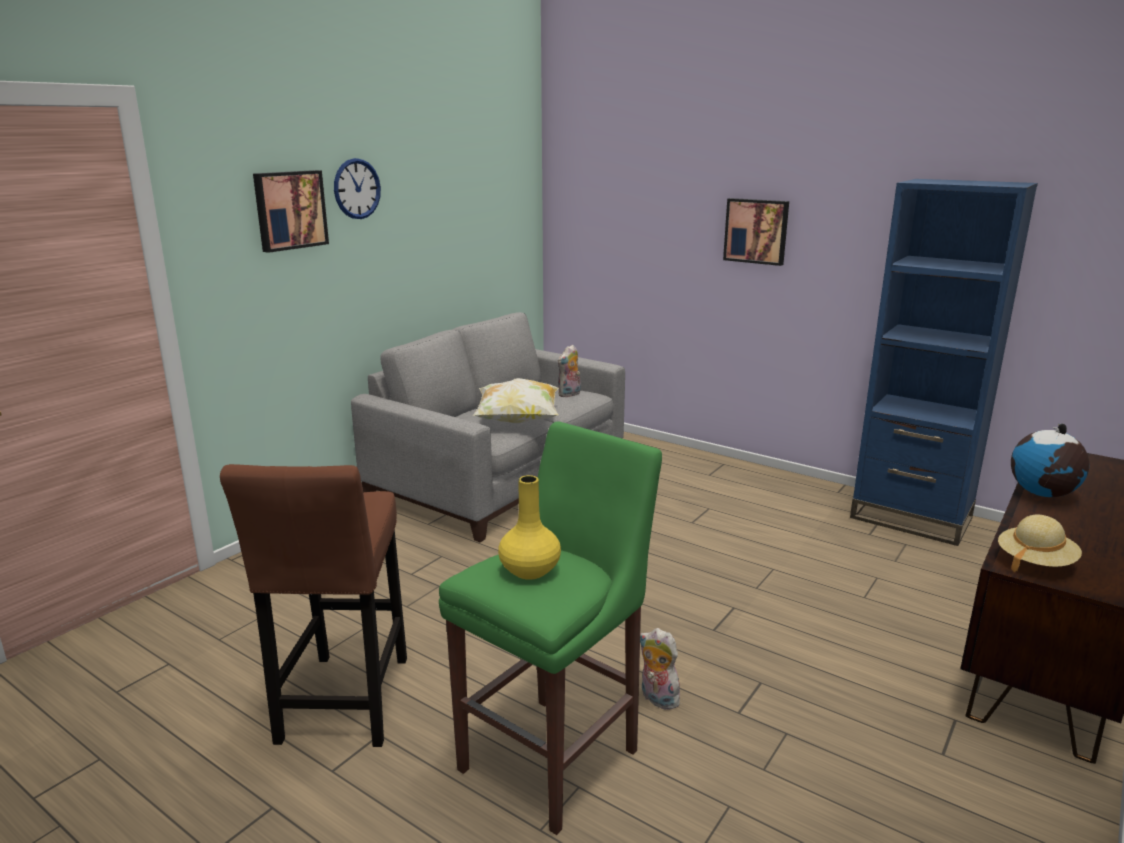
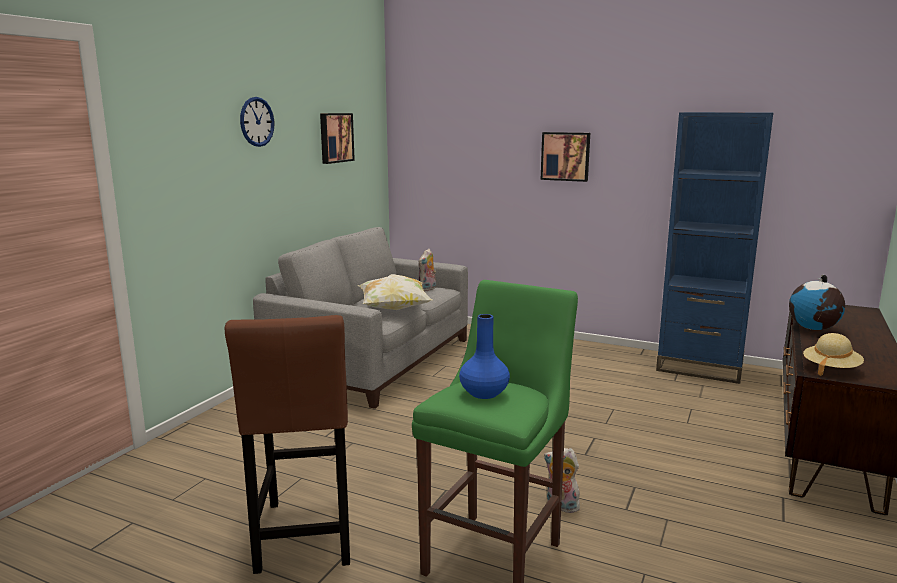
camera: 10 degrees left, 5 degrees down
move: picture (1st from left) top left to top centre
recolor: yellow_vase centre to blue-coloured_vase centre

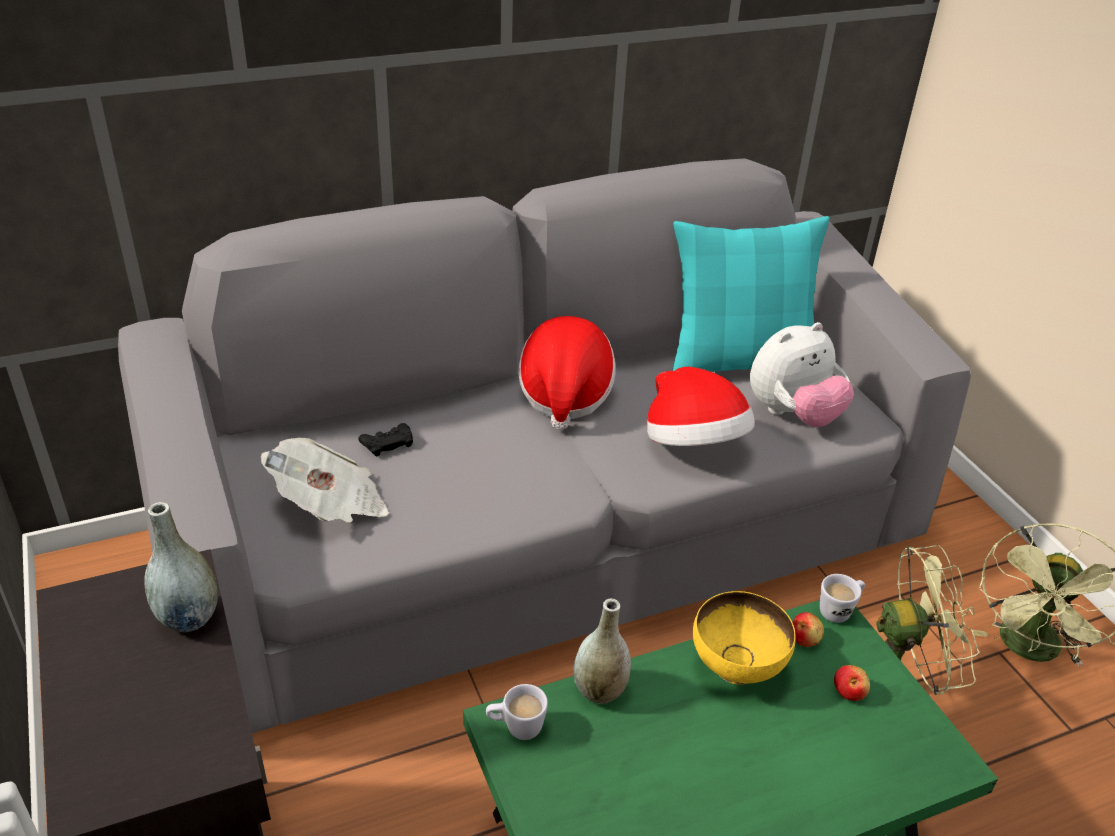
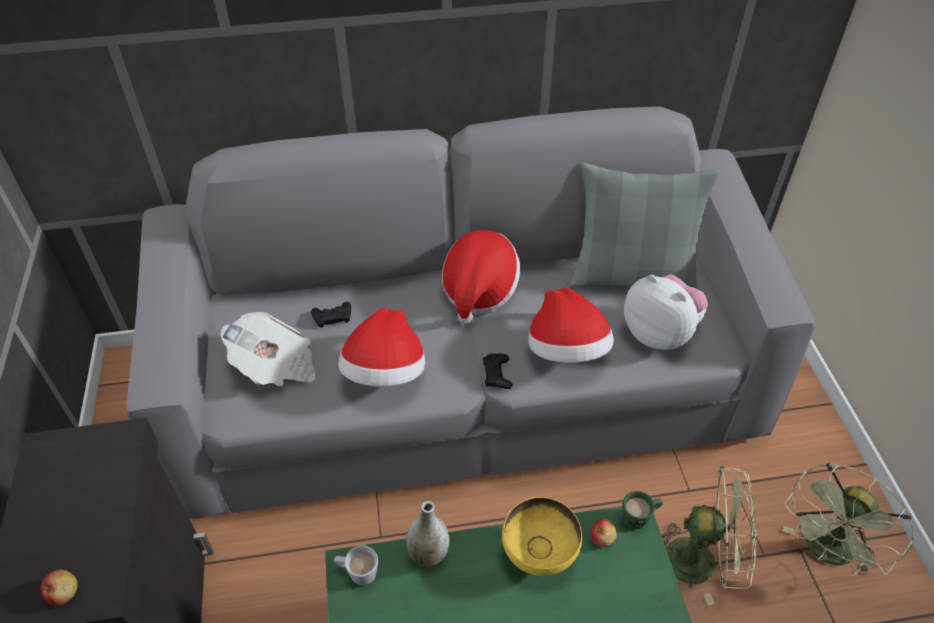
camera: 15 degrees right, 10 degrees up
delete: greyish_vase (1st from left) bottom left
insert: wearable_hat (1st from left) centre; blackish_game_controller (2nd from left) centre
move: apple_fruit (2nd from left in the first image) bottom right to apple_fruit (1st from left) bottom left
recolor: blue-green_cushion middle right to greyish_cushion middle right; whitish_coffee_mug (2nd from left) bottom right to green-coloured_coffee_mug bottom right
rotate: soft_toy middle right = middle right 120 degrees counterclockwise

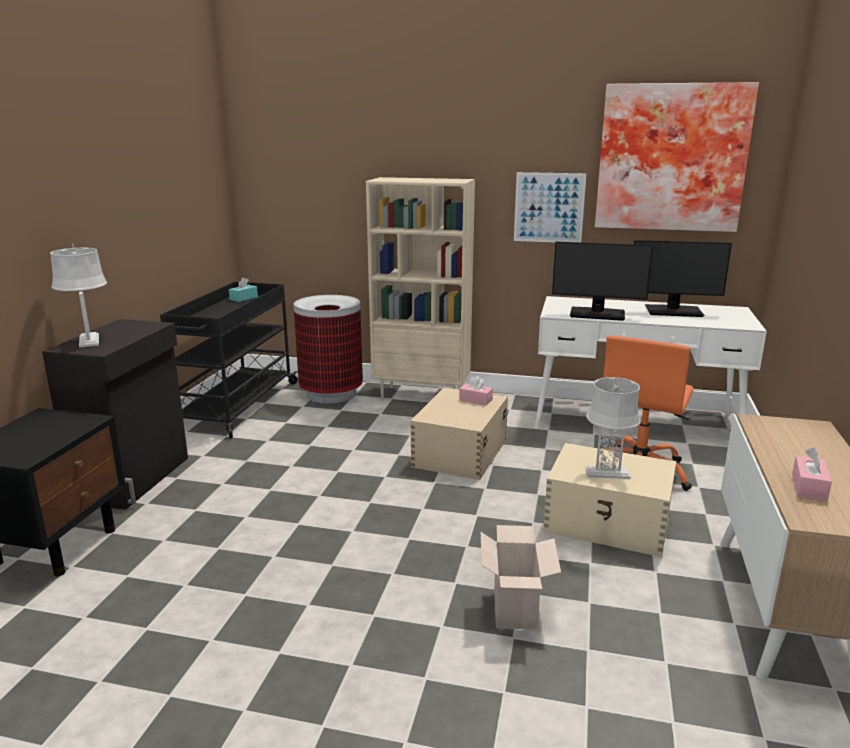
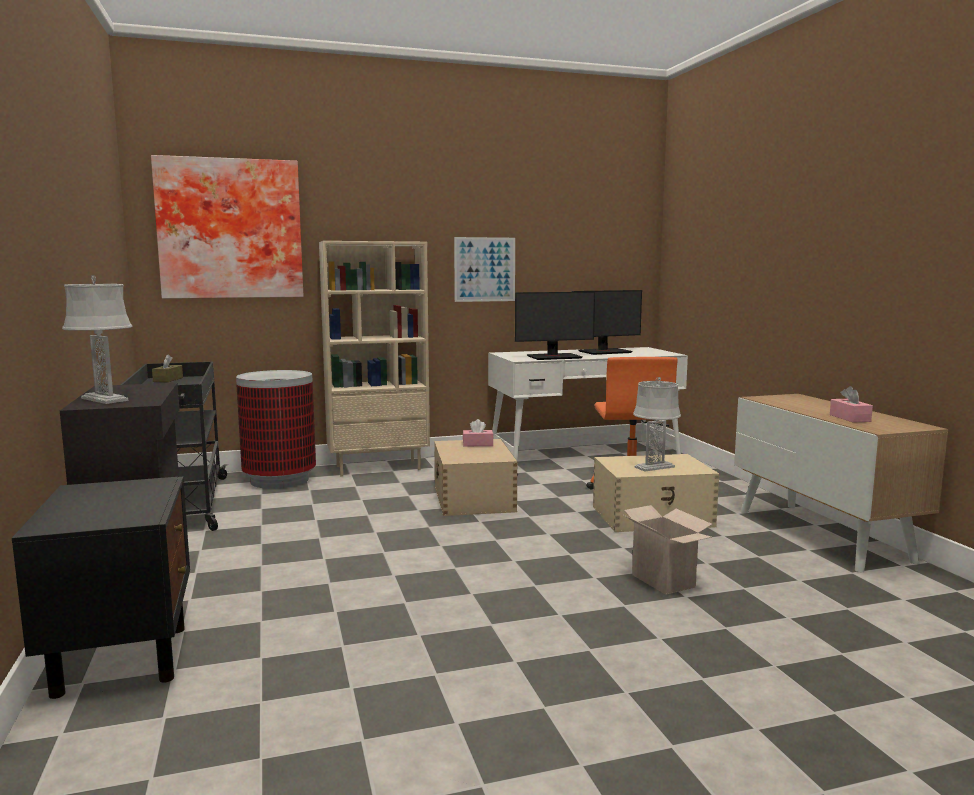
camera: 30 degrees left, 10 degrees down
move: picture (2nd from left in the first image) top right to picture (1st from left) top left
recolor: blue-green_tissue_holder middle left to brownish_tissue_holder middle left

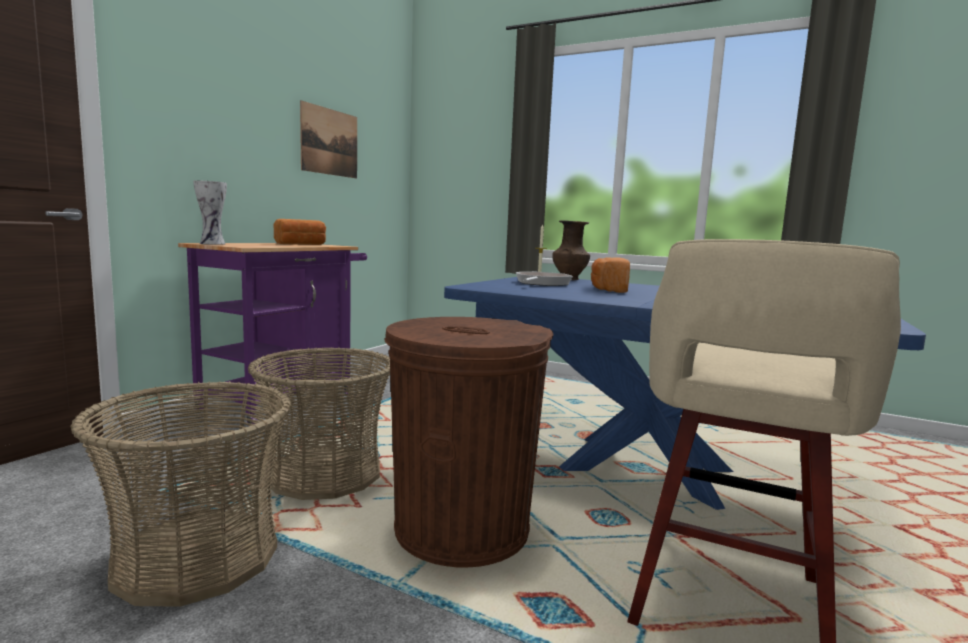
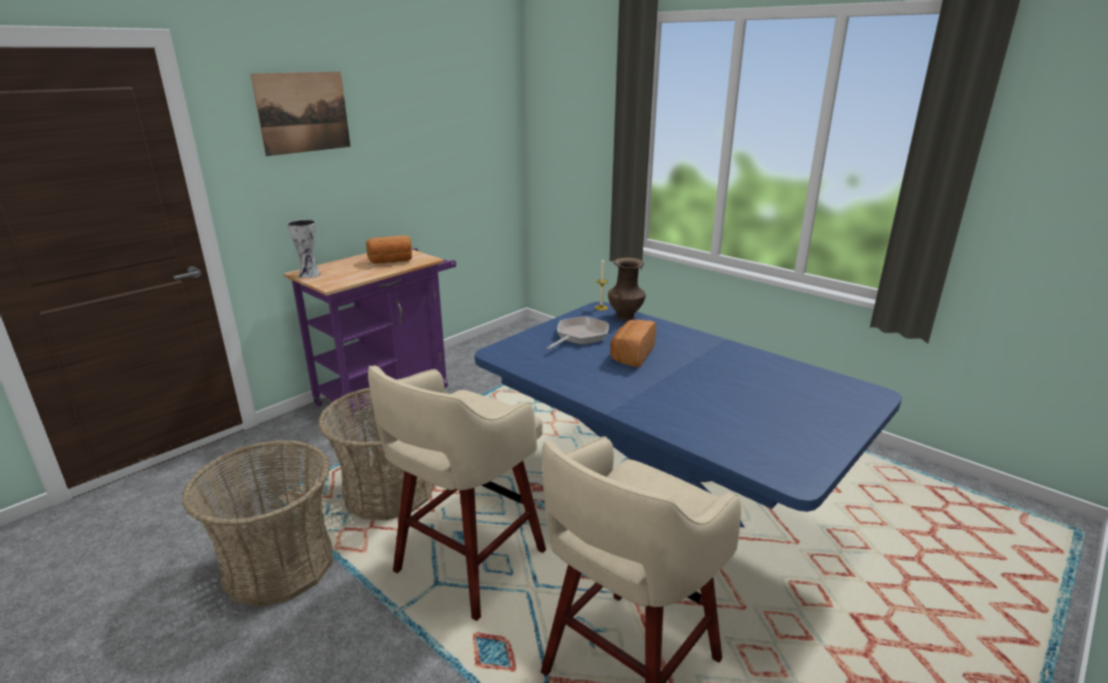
camera: 15 degrees right, 15 degrees up
move: picture top centre to top left
replace: brownish_waste_bin bottom centre to beige-coloured_sitting_stool (1st from left) bottom centre

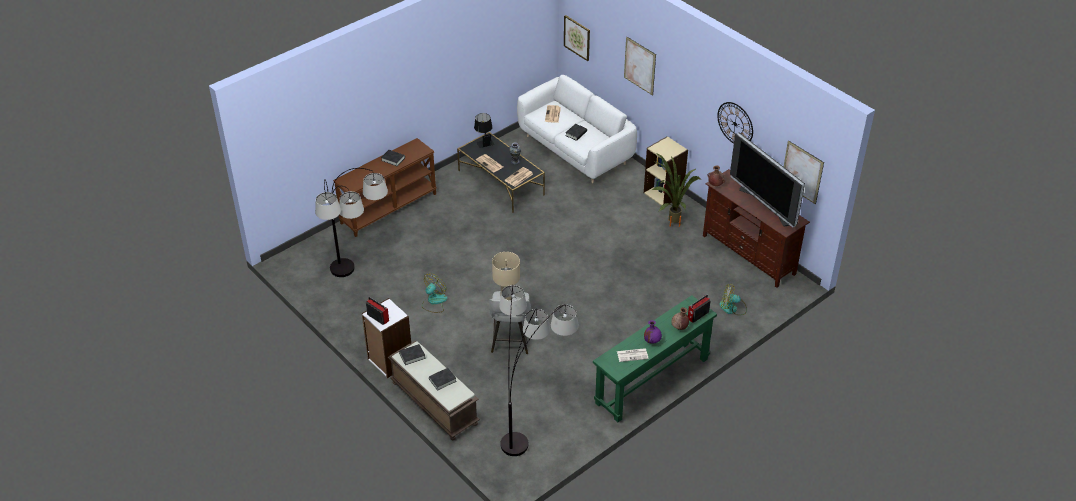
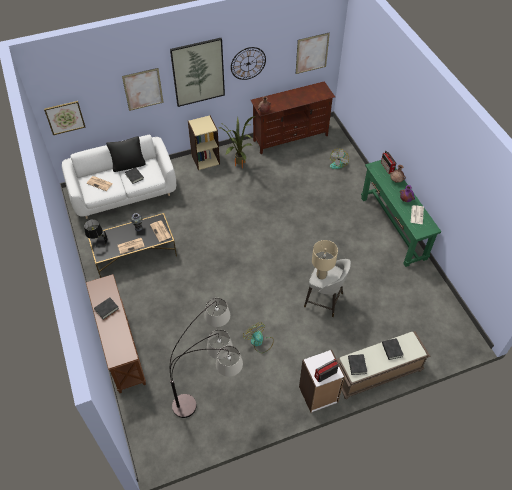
camera: 70 degrees left, 10 degrees up
delete: TV_set middle right; floor_lamp (2nd from left) bottom centre
insert: picture (3rd from left) top centre; blackish_cushion top left

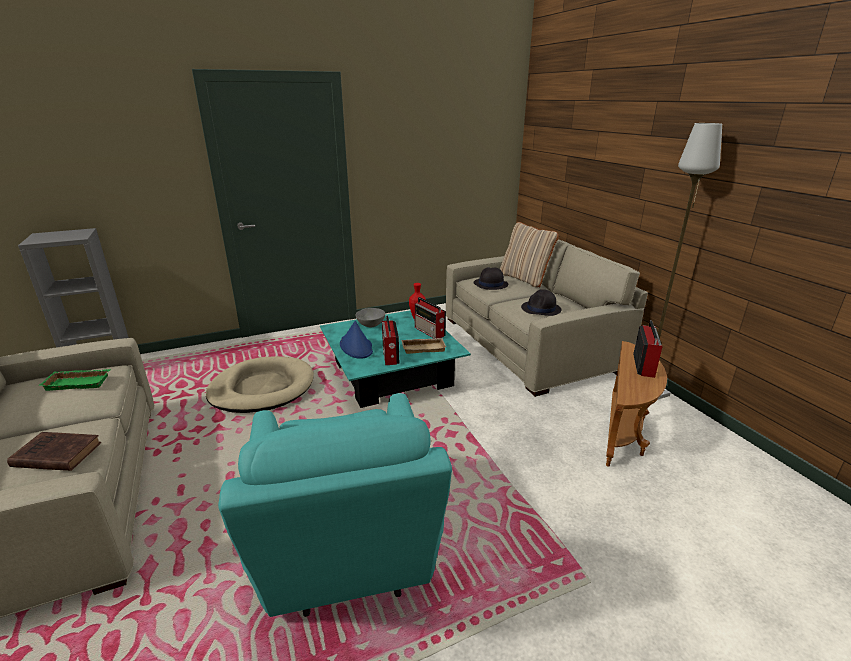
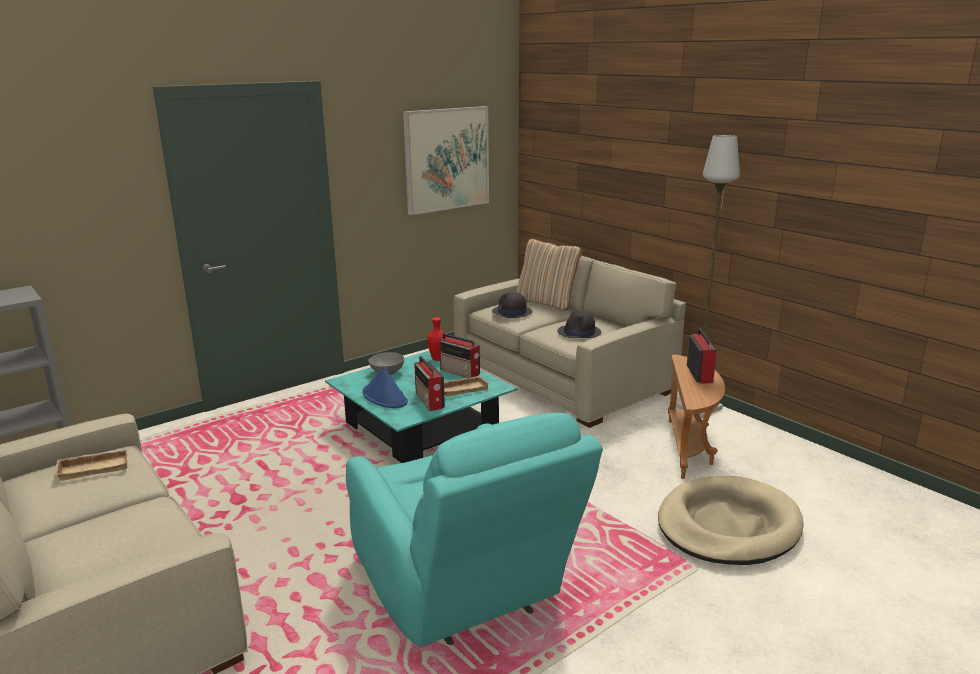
camera: 15 degrees left, 5 degrees down
delete: brownish_volume bottom left
insert: picture top centre
move: beige-coloured_dog_cushion middle left to bottom right
recolor: green-coloured_serving_tray middle left to beige-coloured_serving_tray (1st from left) bottom left

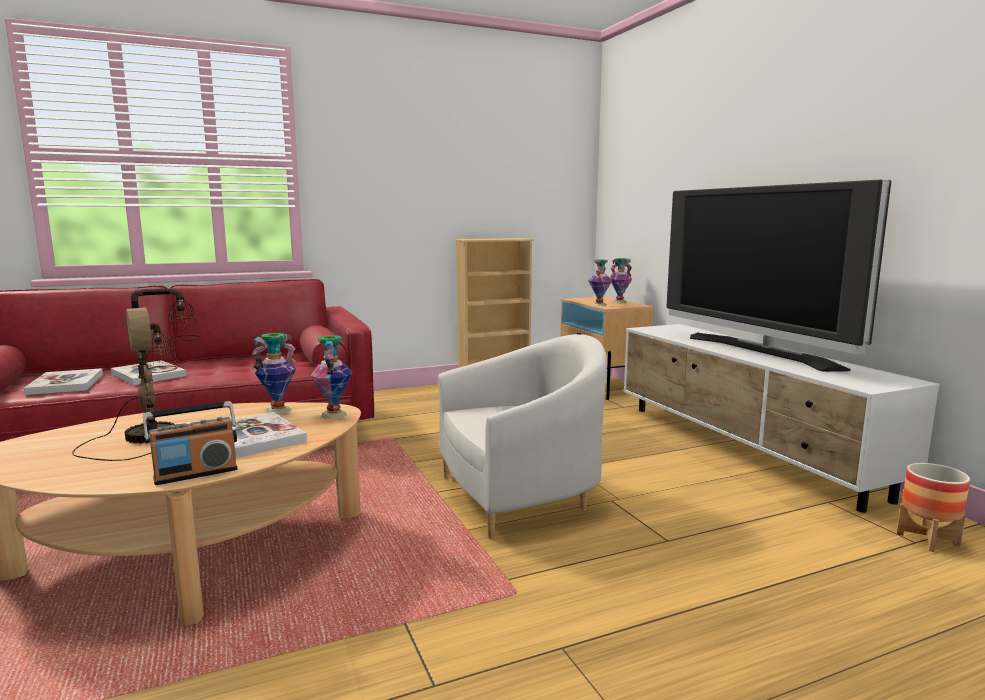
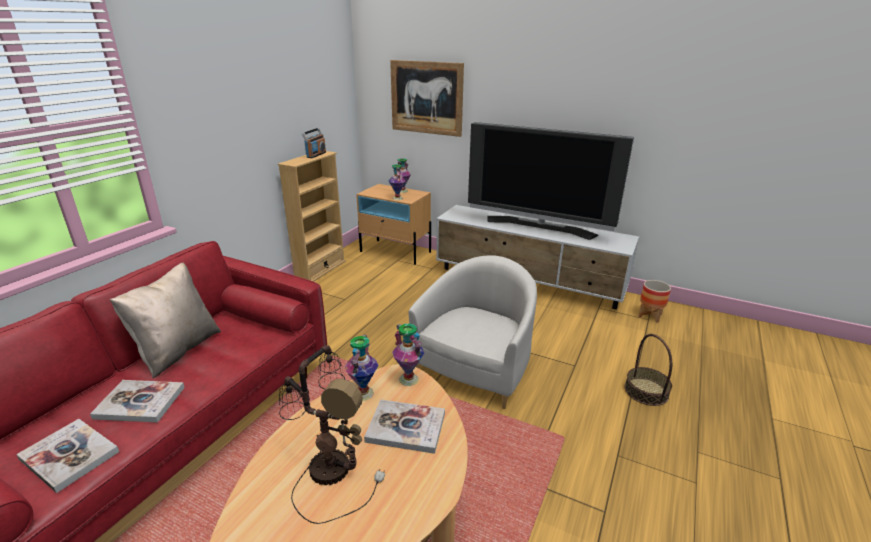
camera: 40 degrees left, 15 degrees up
insert: picture top centre; beige-coloured_cushion middle left; household_basket bottom right
move: radio middle left to top centre

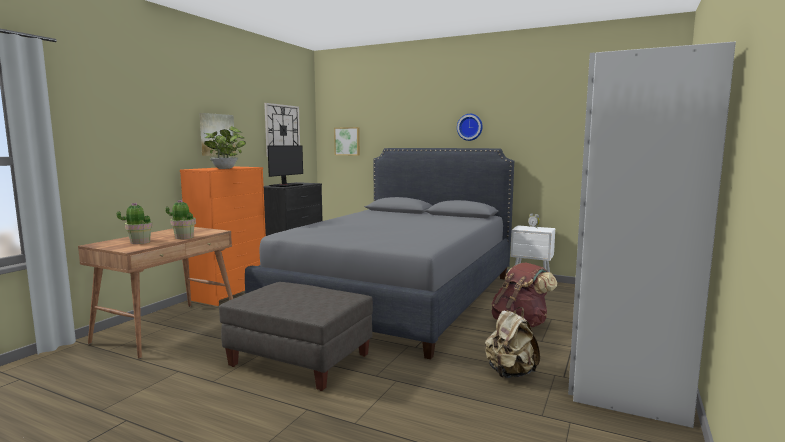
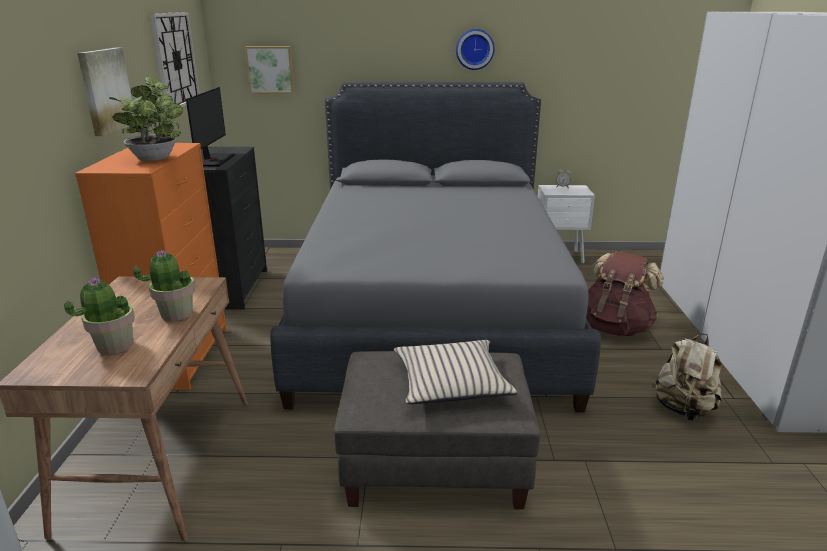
camera: 25 degrees left, 15 degrees up
insert: beige-coloured_cushion bottom centre

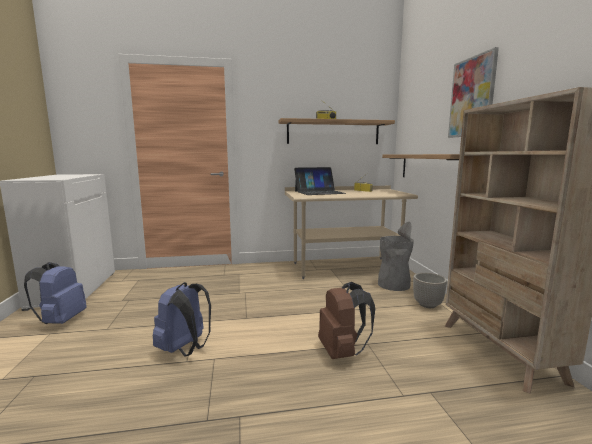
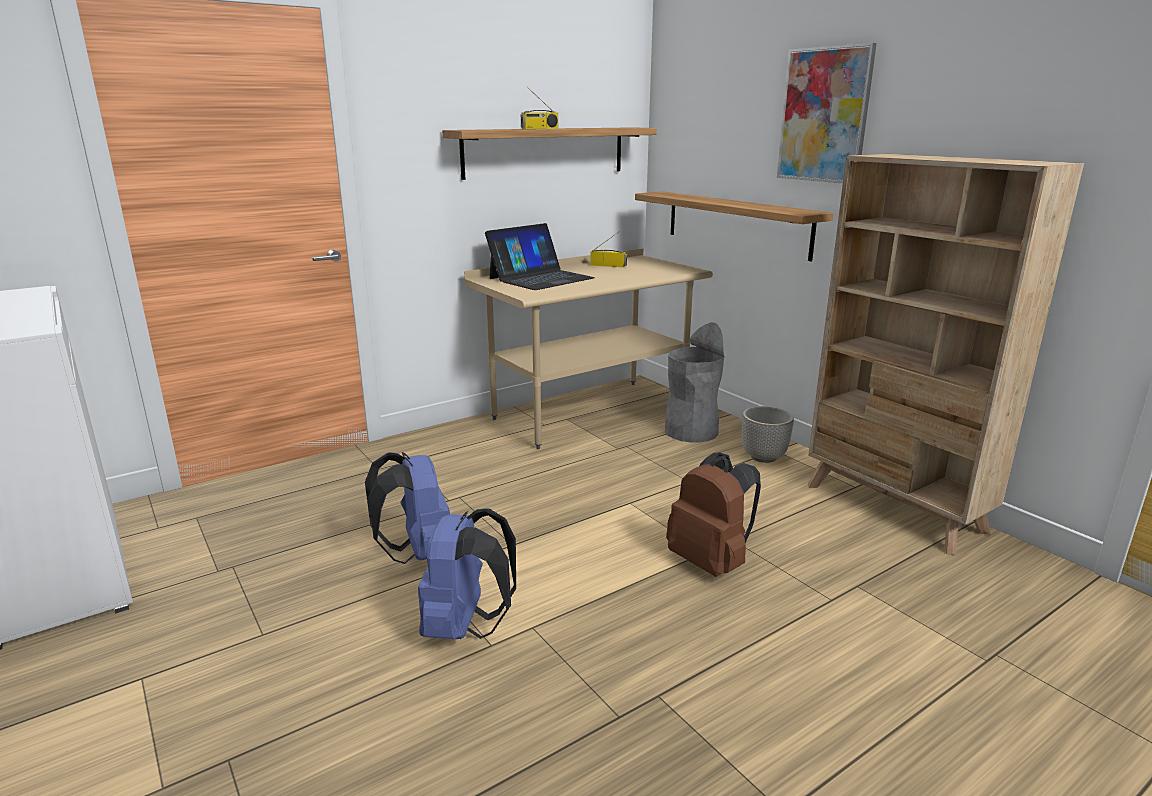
camera: 25 degrees left, 10 degrees up
move: blue-coloured_rucksack (1st from left) middle left to centre

